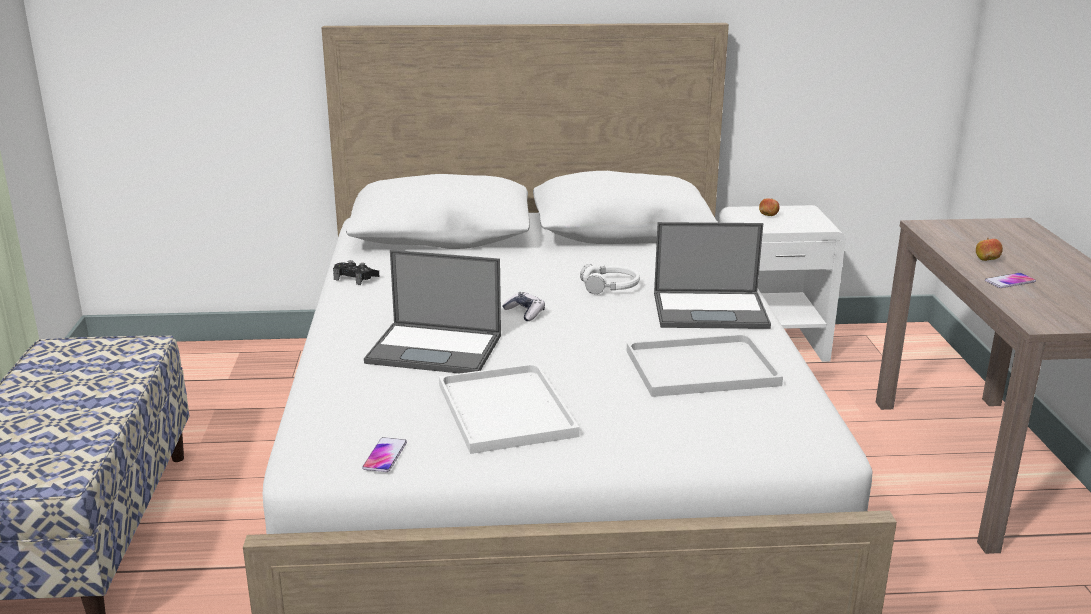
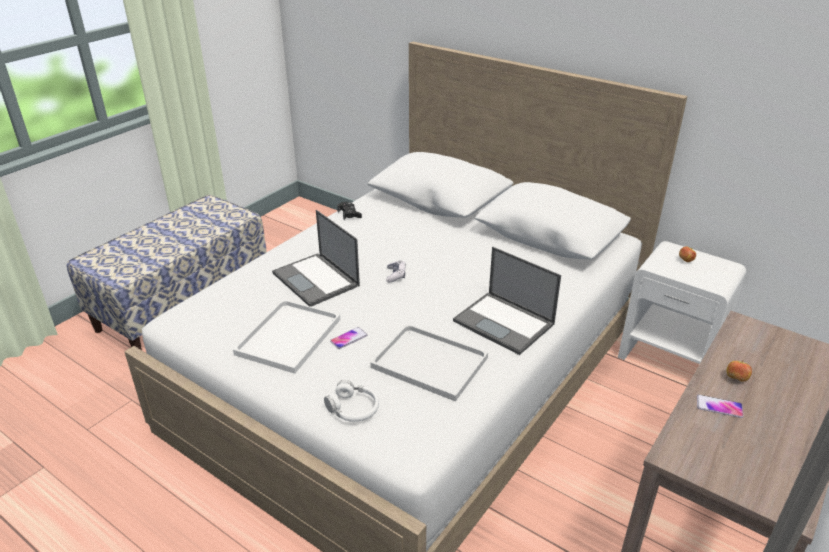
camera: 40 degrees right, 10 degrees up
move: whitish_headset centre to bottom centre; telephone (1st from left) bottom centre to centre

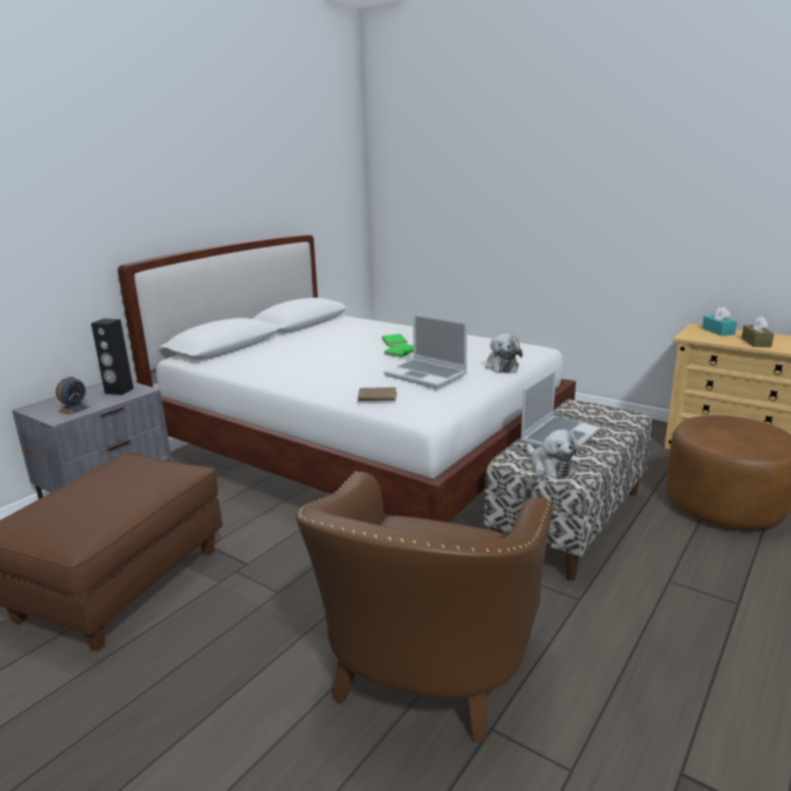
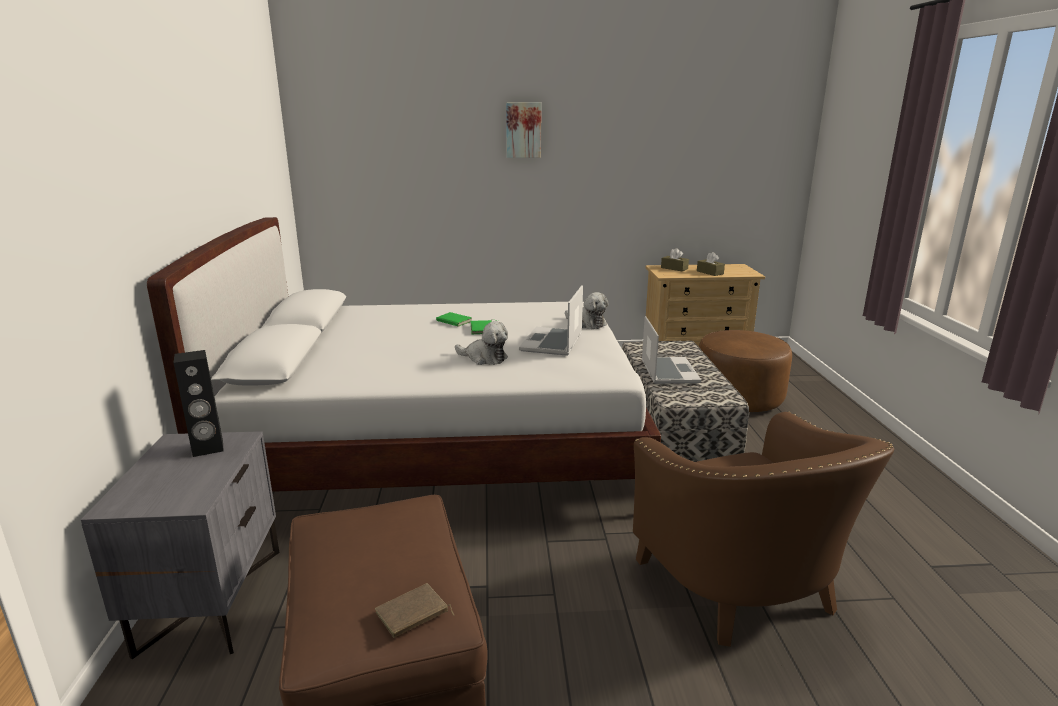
camera: 40 degrees left, 0 degrees up
delete: alarm_clock middle left
insert: picture top centre
move: brownish_volume centre to bottom centre; soft_toy (2nd from left in the first image) middle right to soft_toy (1st from left) centre
recolor: blue-green_tissue_holder middle right to brownish_tissue_holder (1st from left) centre
rotate: laptop (1st from left) centre = centre 105 degrees clockwise

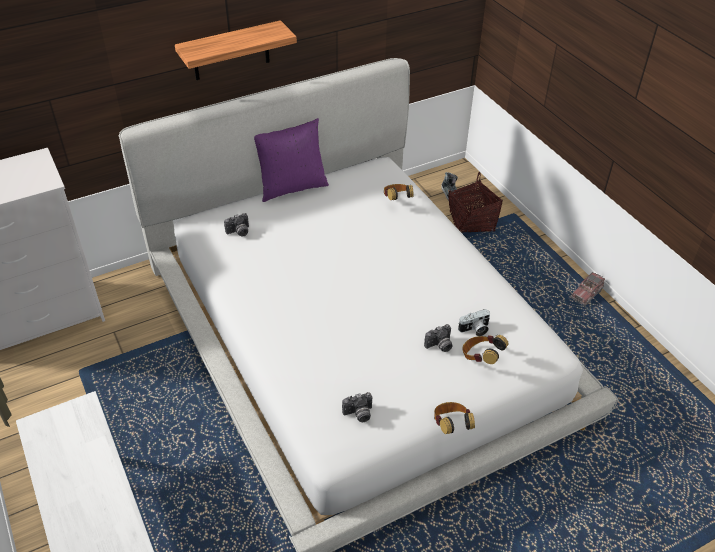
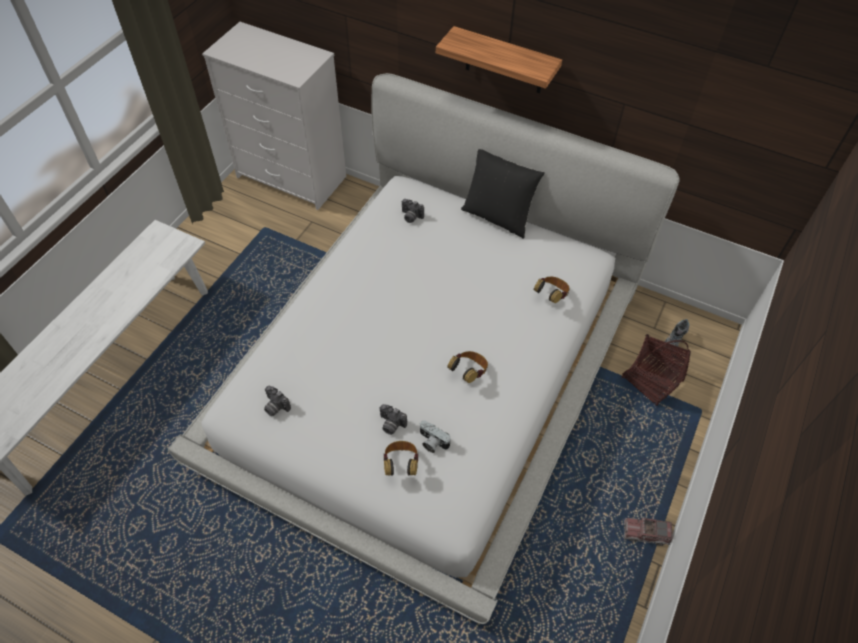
camera: 55 degrees right, 10 degrees up
move: headset (2nd from left) bottom centre to centre
recolor: purple-coloured_cushion top centre to blackish_cushion top centre

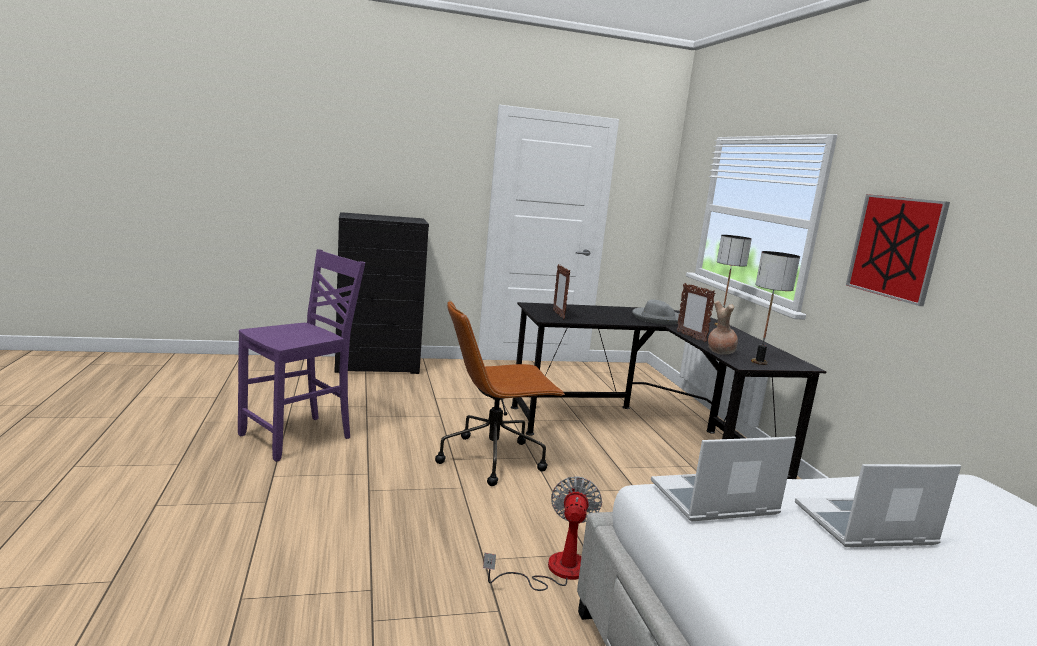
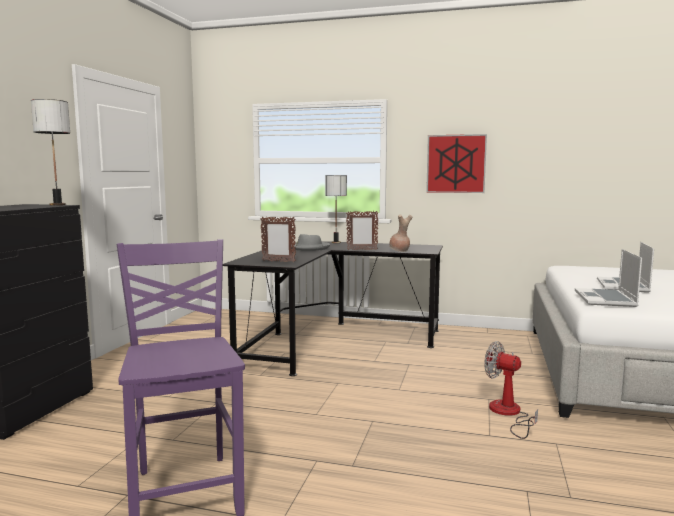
camera: 60 degrees left, 5 degrees down
delete: brownish_office_chair centre
move: tabletop_lamp (2nd from left in the first image) middle right to tabletop_lamp (1st from left) top left

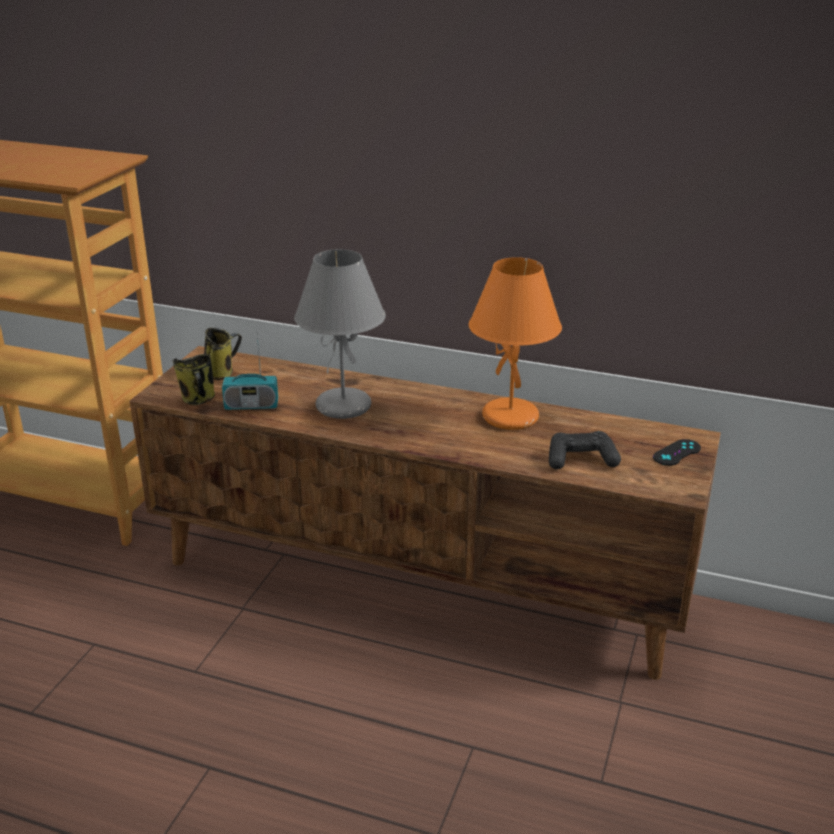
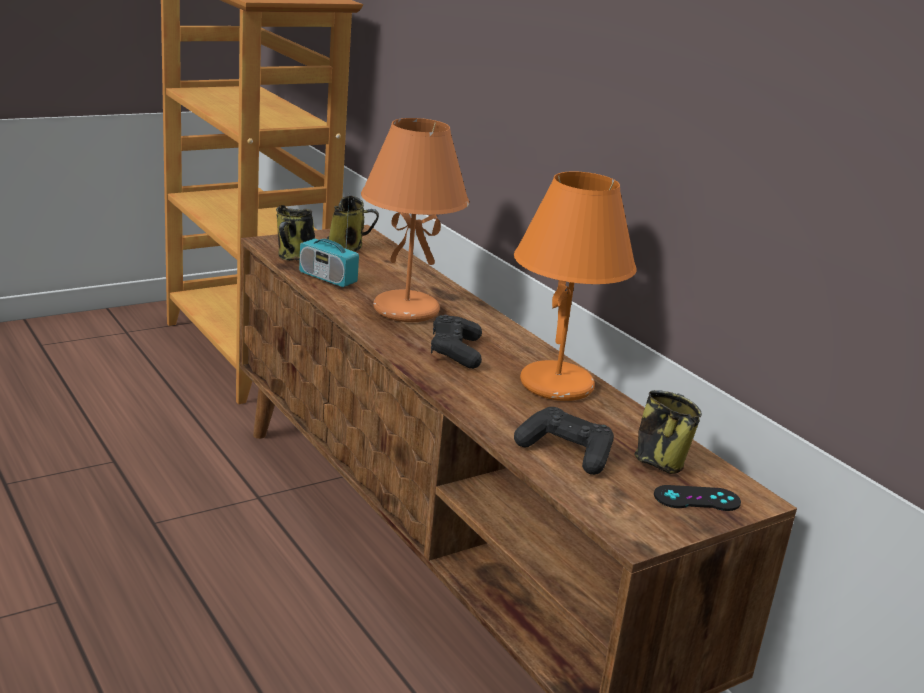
camera: 35 degrees right, 5 degrees down
insert: blackish_game_controller (1st from left) centre; coffee_mug (3rd from left) middle right
recolor: greyish_tabletop_lamp centre to orangey_tabletop_lamp (1st from left) top centre

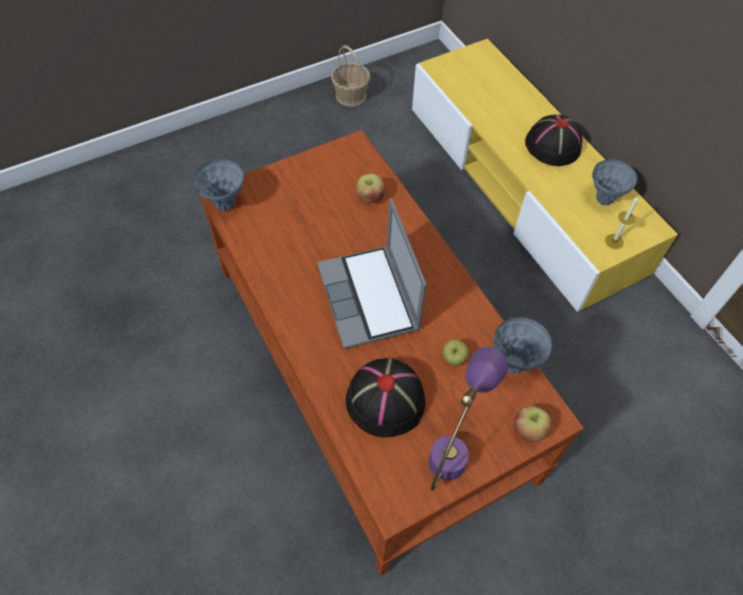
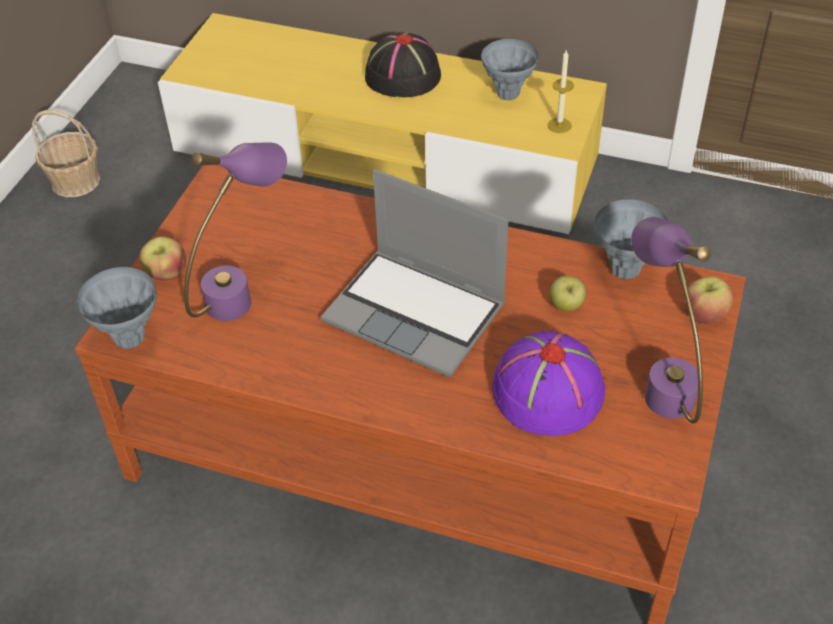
camera: 40 degrees left, 10 degrees down
insert: purple-coloured_tabletop_lamp (1st from left) middle left
move: apple_fruit (1st from left) top centre to middle left
recolor: blackish_wearable_hat (1st from left) bottom centre to purple-coloured_wearable_hat centre

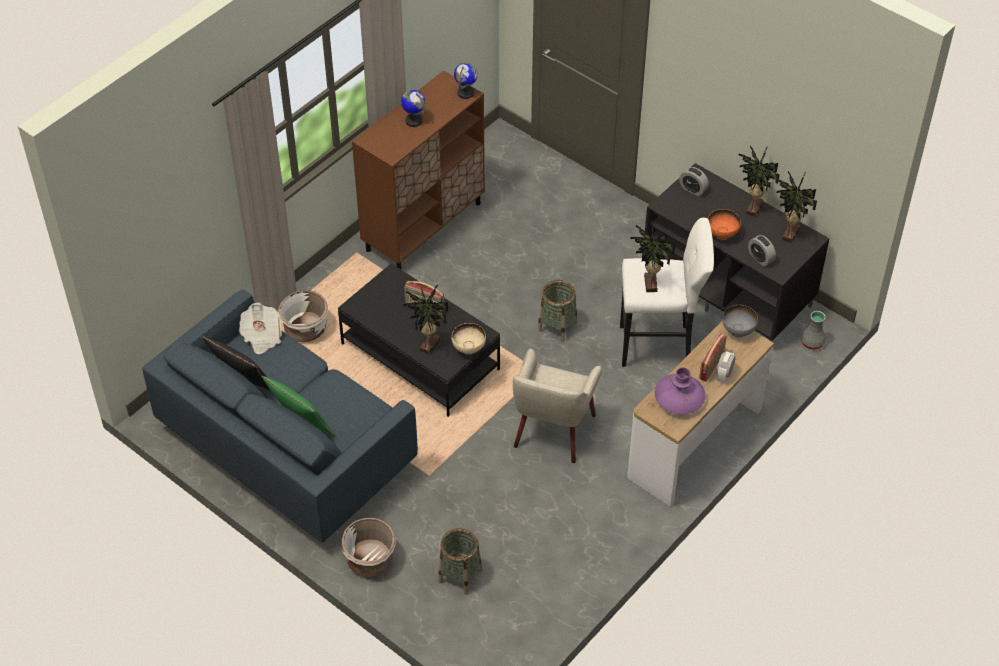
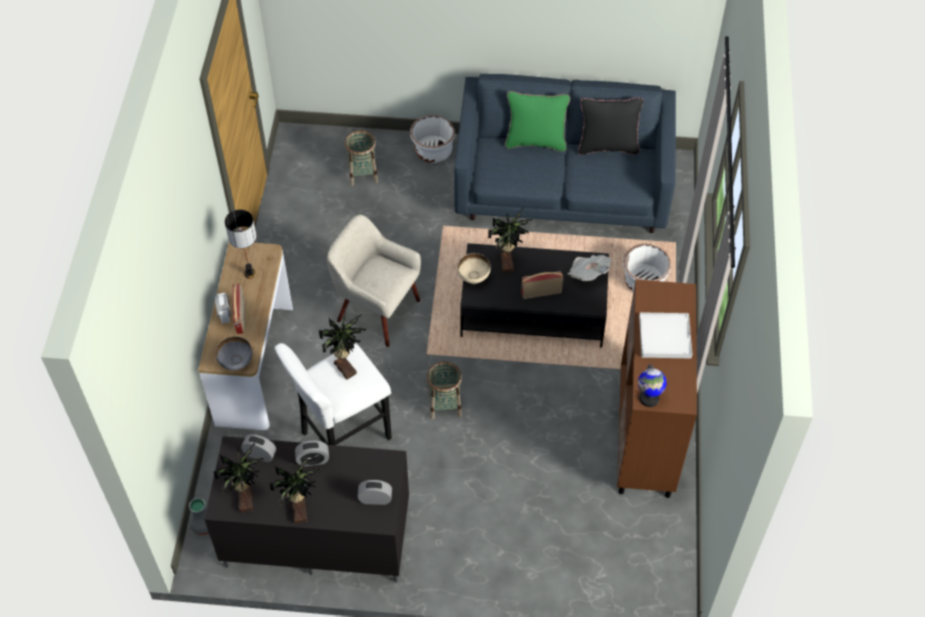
camera: 145 degrees right, 5 degrees up
move: printed_paper middle left to centre
replace: world_globe (1st from left) top centre to whitish_serving_tray middle right; orangey_bowl middle right to alarm_clock (3rd from left) bottom centre; purple-coloured_vase middle right to tabletop_lamp middle left
rotate: beige-coloured_lounge_chair centre = centre 45 degrees counterclockwise

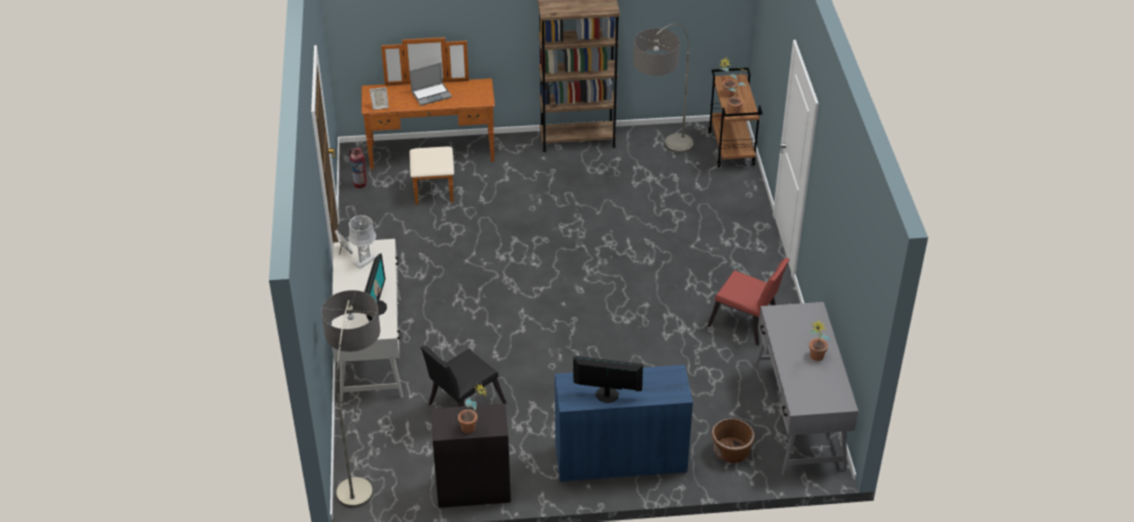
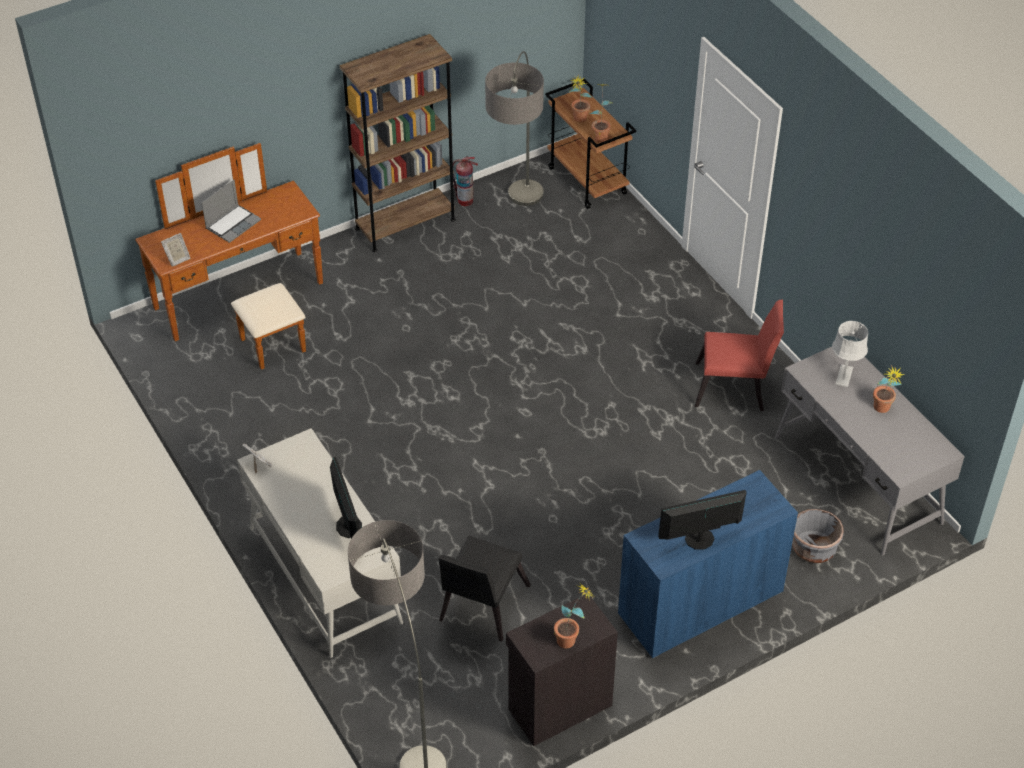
camera: 25 degrees left, 5 degrees up
move: extinguisher top left to top centre; greyish_tabletop_lamp middle left to middle right
recolor: brownish_plant_pot bottom centre to greyish_plant_pot bottom right

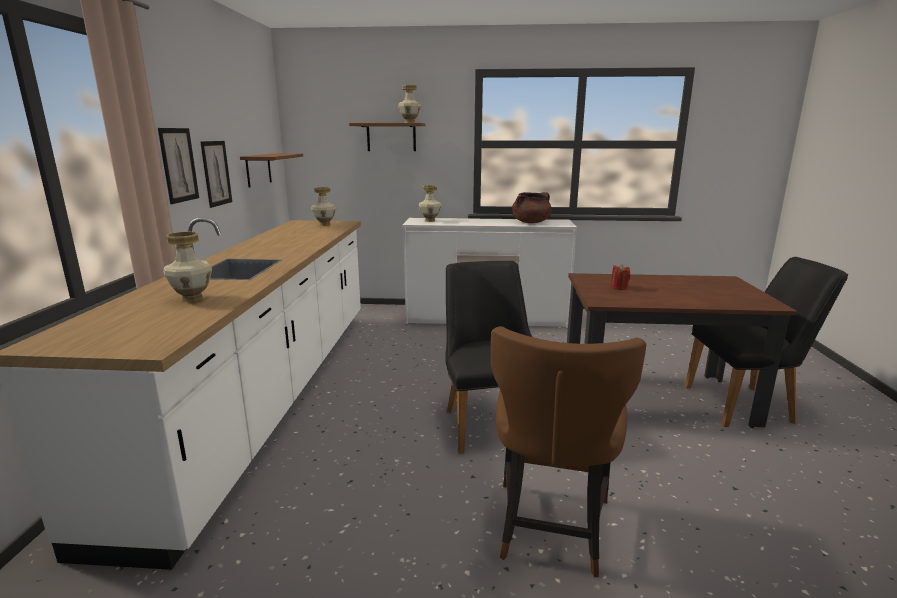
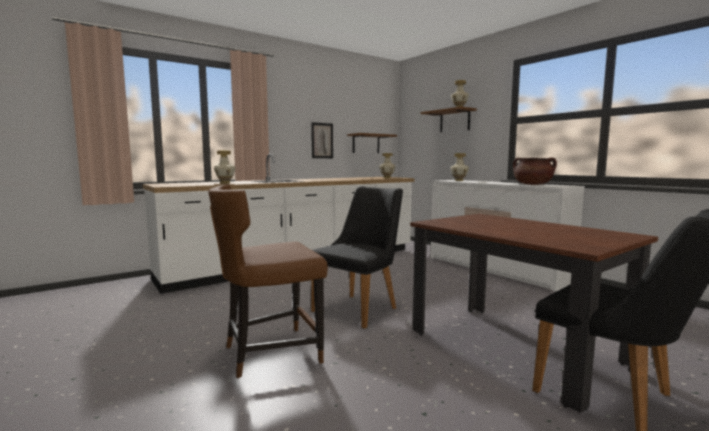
camera: 50 degrees right, 10 degrees down
delete: picture (1st from left) top left; reddish_wax_candle middle right

